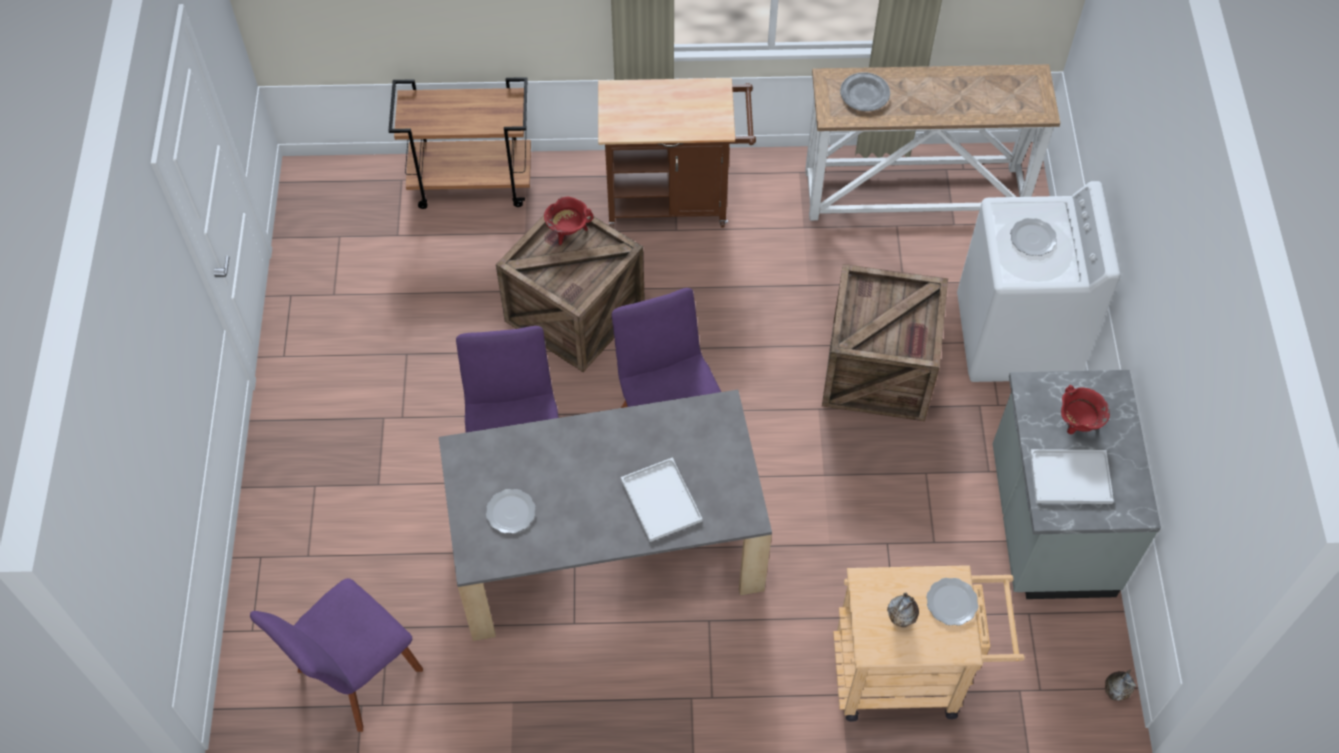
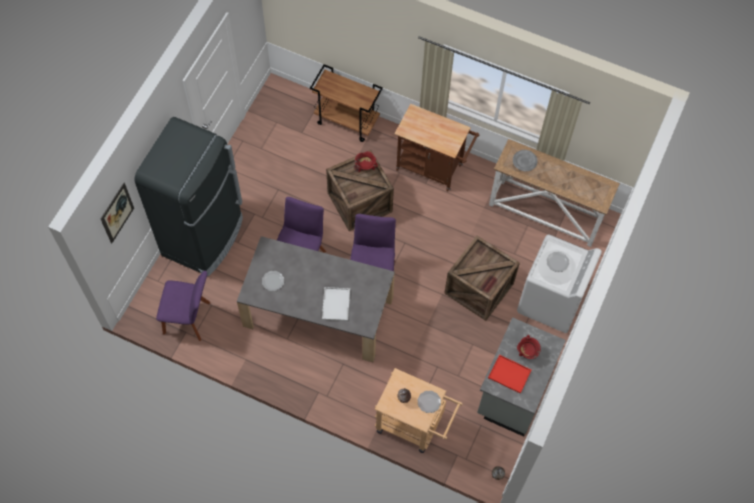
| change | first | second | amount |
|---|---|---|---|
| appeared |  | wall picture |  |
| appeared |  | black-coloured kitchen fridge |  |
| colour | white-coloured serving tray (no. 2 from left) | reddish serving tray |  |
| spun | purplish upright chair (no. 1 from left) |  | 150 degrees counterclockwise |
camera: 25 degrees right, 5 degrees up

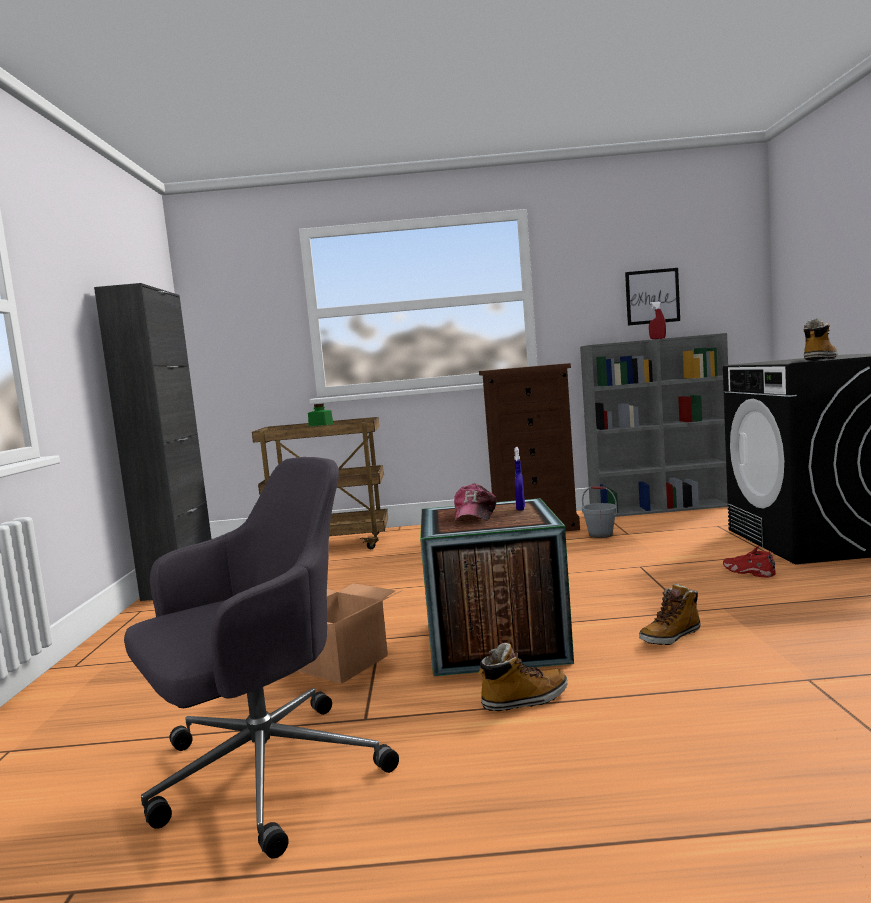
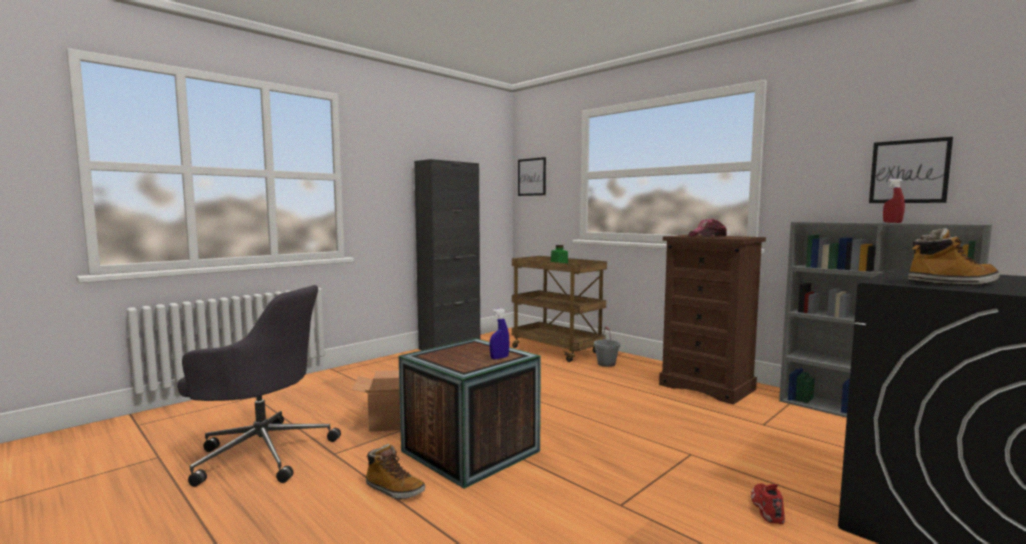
| change | first | second | amount |
|---|---|---|---|
| missing | high-top boot (no. 2 from left) |  |  |
| appeared |  | wall picture (no. 1 from left) |  |
| relocated | baseball cap |  |  |
| relocated | greyish pail |  |  |
camera: 45 degrees right, 0 degrees up

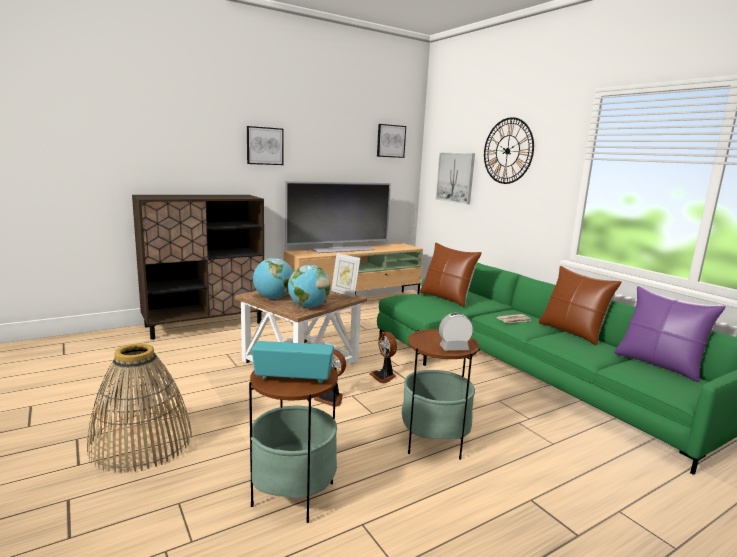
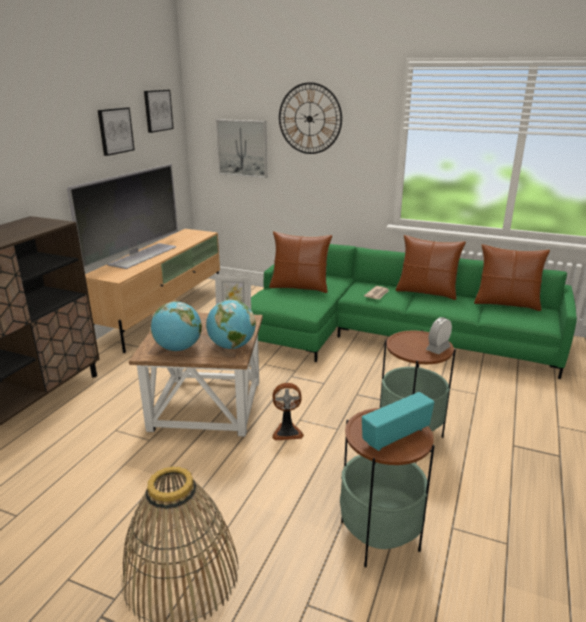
| change | first | second | amount |
|---|---|---|---|
| missing | fan (no. 2 from left) |  |  |
| relocated | wall picture (no. 1 from left) |  |  |
| colour | purplish pillow | brown-coloured pillow (no. 3 from left) |  |
camera: 35 degrees left, 10 degrees up

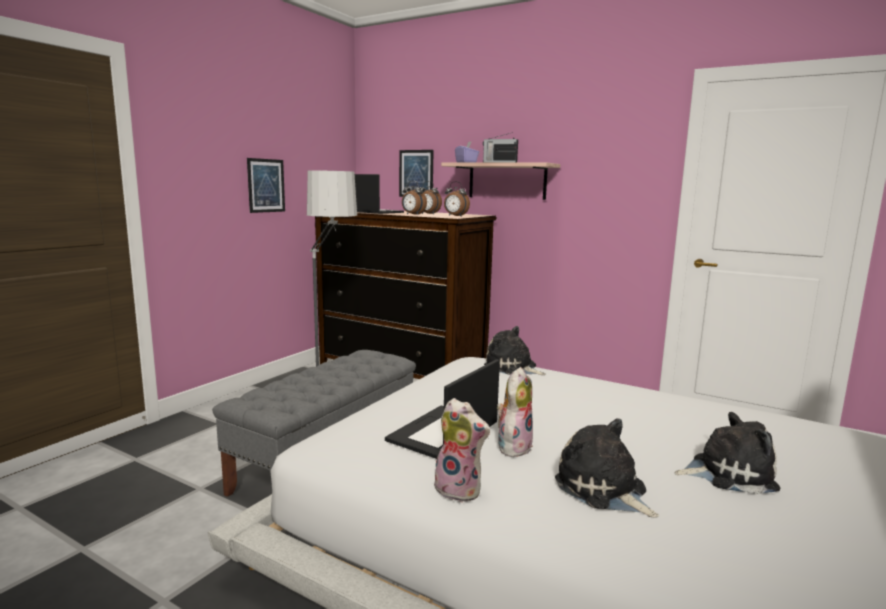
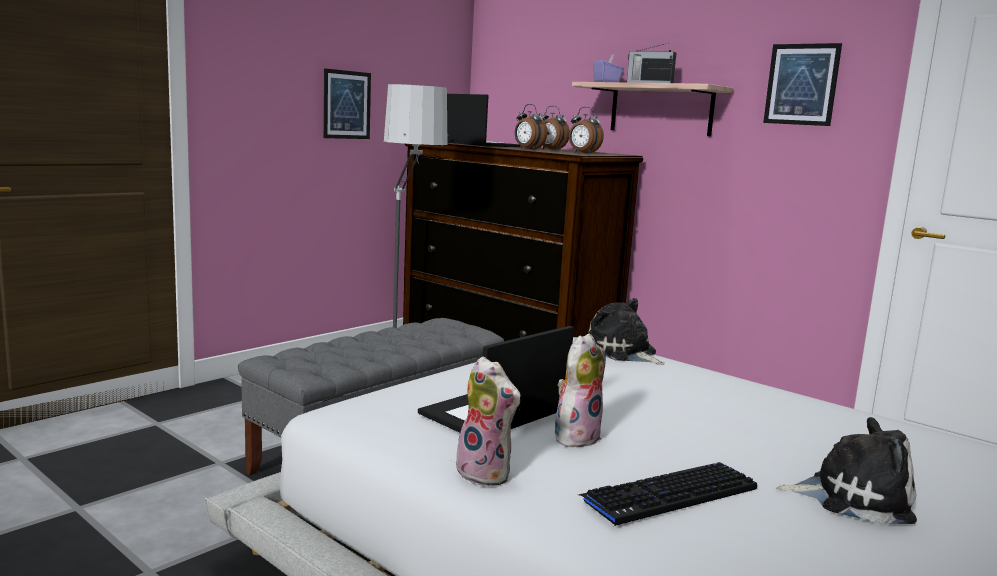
| change | first | second | amount |
|---|---|---|---|
| relocated | wall picture (no. 2 from left) |  |  |
| exchanged | cuddly toy (no. 4 from left) | PC keyboard |  |
camera: 10 degrees right, 0 degrees up

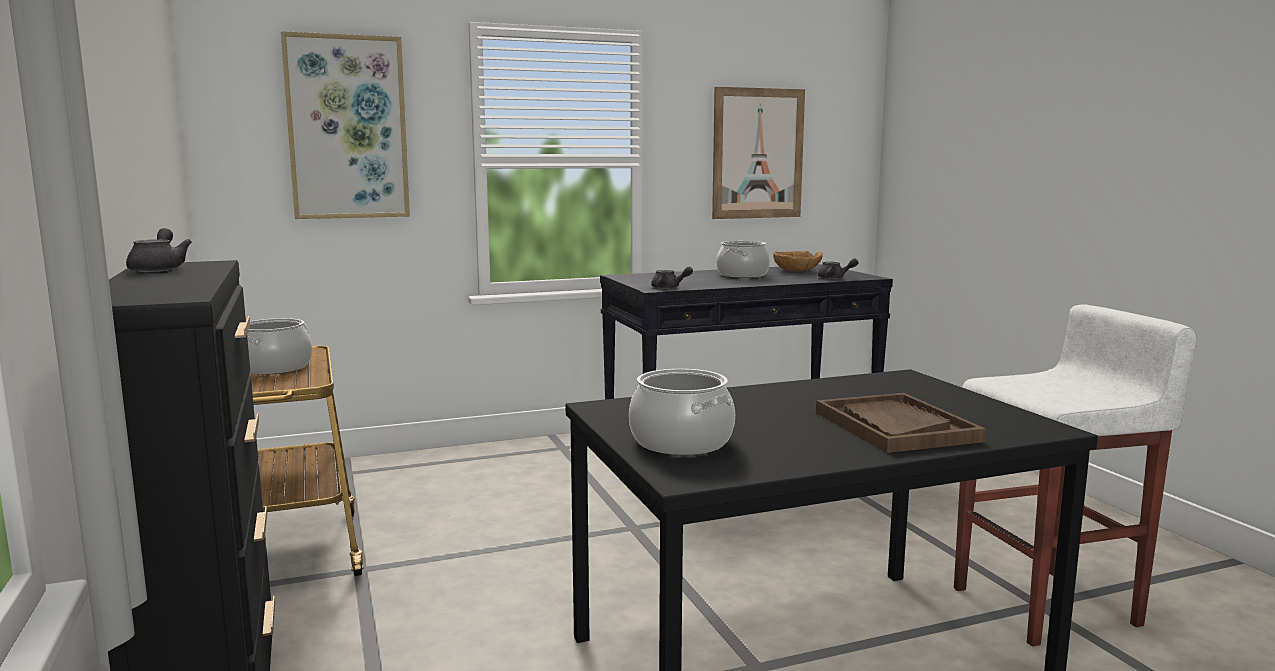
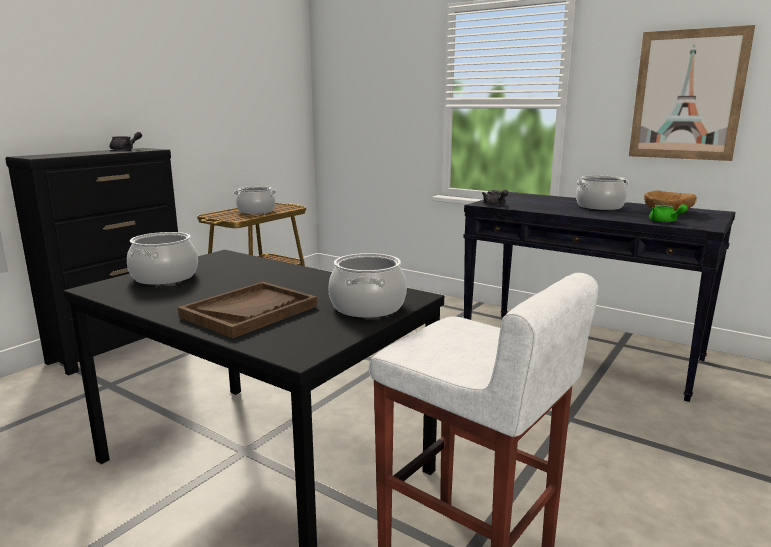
| change | first | second | amount |
|---|---|---|---|
| missing | wall picture (no. 1 from left) |  |  |
| appeared |  | saucepot (no. 3 from left) |  |
| colour | greyish tea pot (no. 3 from left) | green-coloured tea pot |  |
camera: 55 degrees right, 5 degrees up

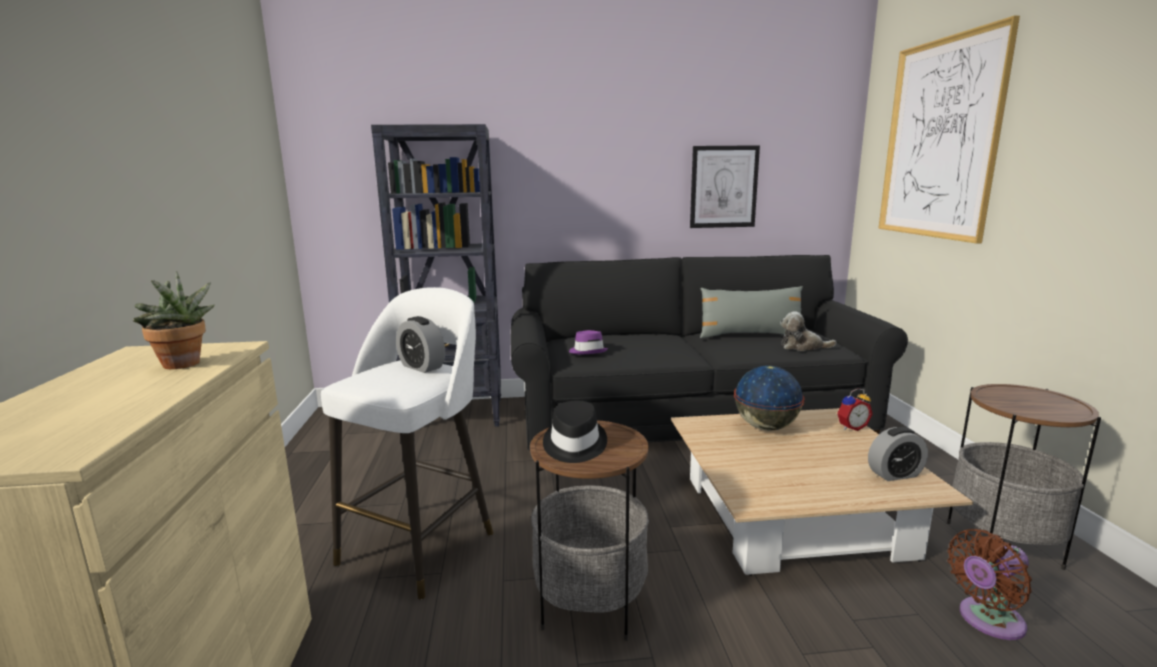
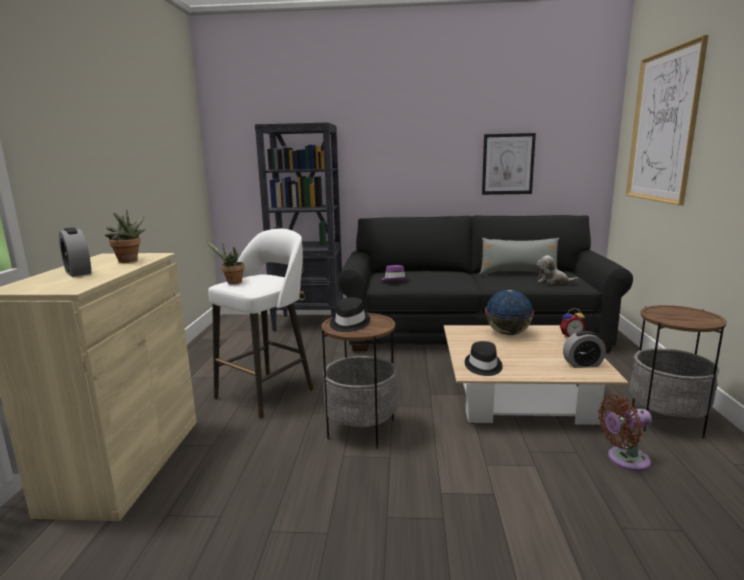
| change | first | second | amount |
|---|---|---|---|
| appeared |  | houseplant (no. 2 from left) |  |
| appeared |  | black-coloured clothing hat (no. 2 from left) |  |
| relocated | alarm clock (no. 1 from left) |  |  |
camera: 10 degrees right, 0 degrees up

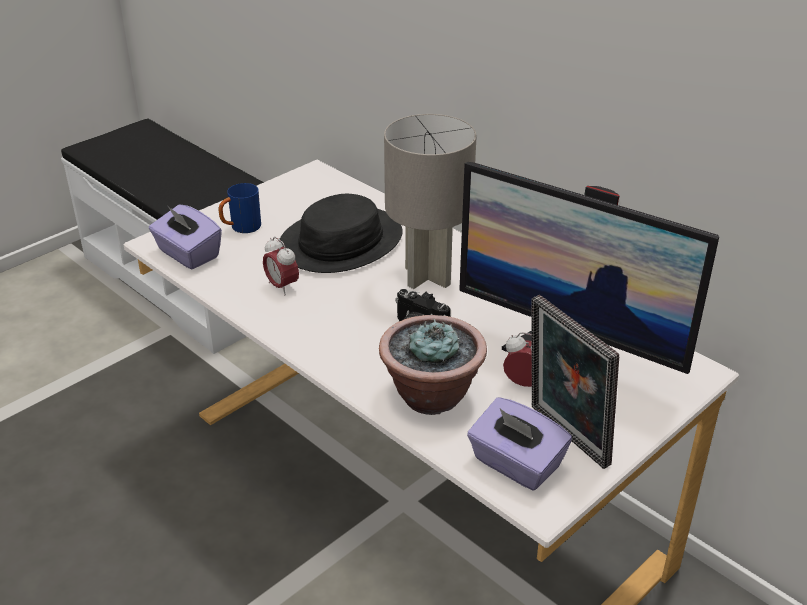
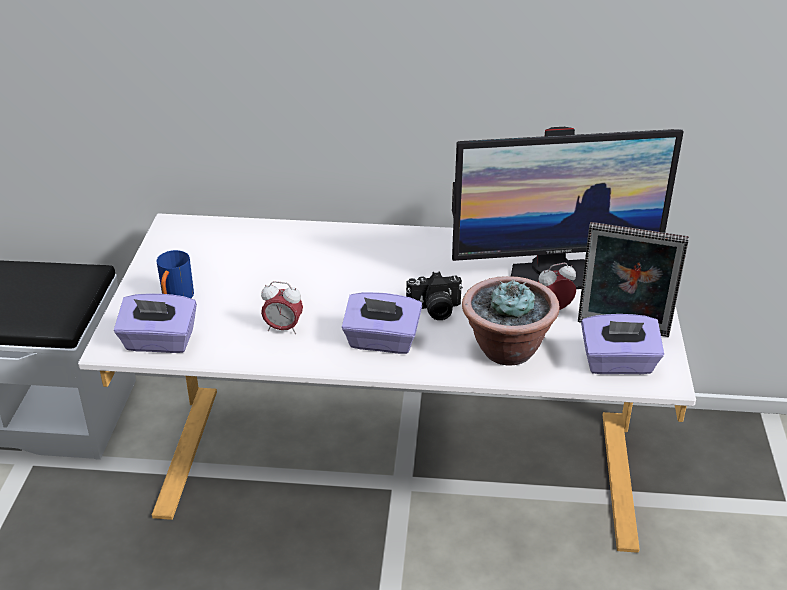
| change | first | second | amount |
|---|---|---|---|
| missing | black-coloured clothing hat |  |  |
| missing | greyish tabletop lamp |  |  |
| appeared |  | purplish box of tissues (no. 2 from left) |  |
camera: 40 degrees left, 0 degrees up

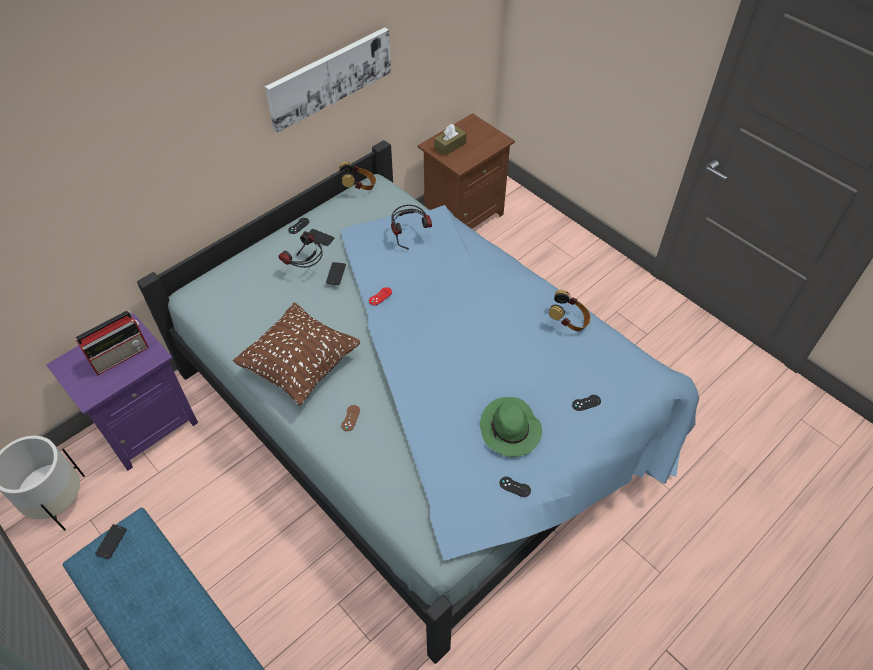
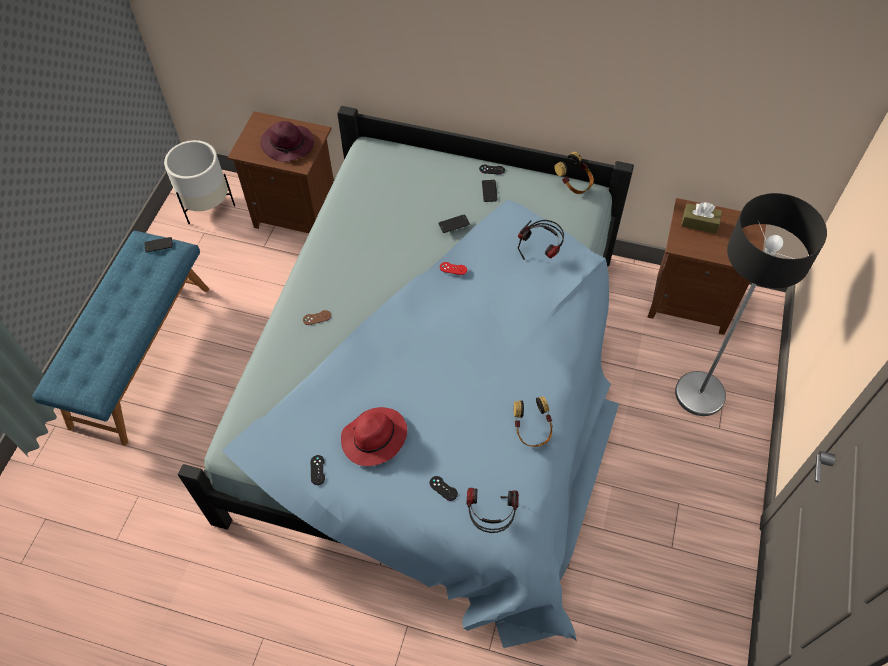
| change | first | second | amount |
|---|---|---|---|
| missing | brown-coloured pillow |  |  |
| missing | wall picture |  |  |
| appeared |  | standing lamp |  |
| relocated | pair of headphones (no. 1 from left) |  |  |
| exchanged | radio | purplish clothing hat |  |
| colour | purplish night table | brown-coloured night table (no. 1 from left) |  |
| colour | green-coloured clothing hat | reddish clothing hat |  |
camera: 60 degrees right, 5 degrees up

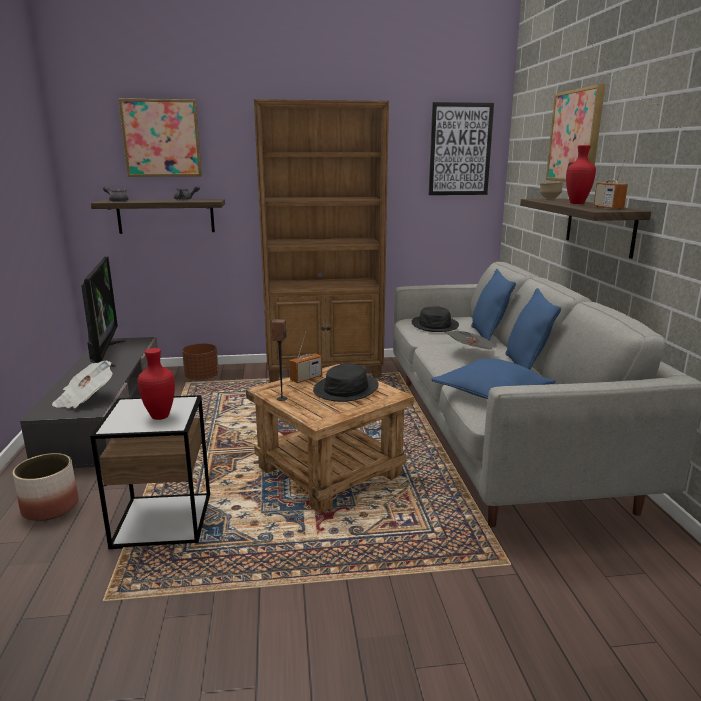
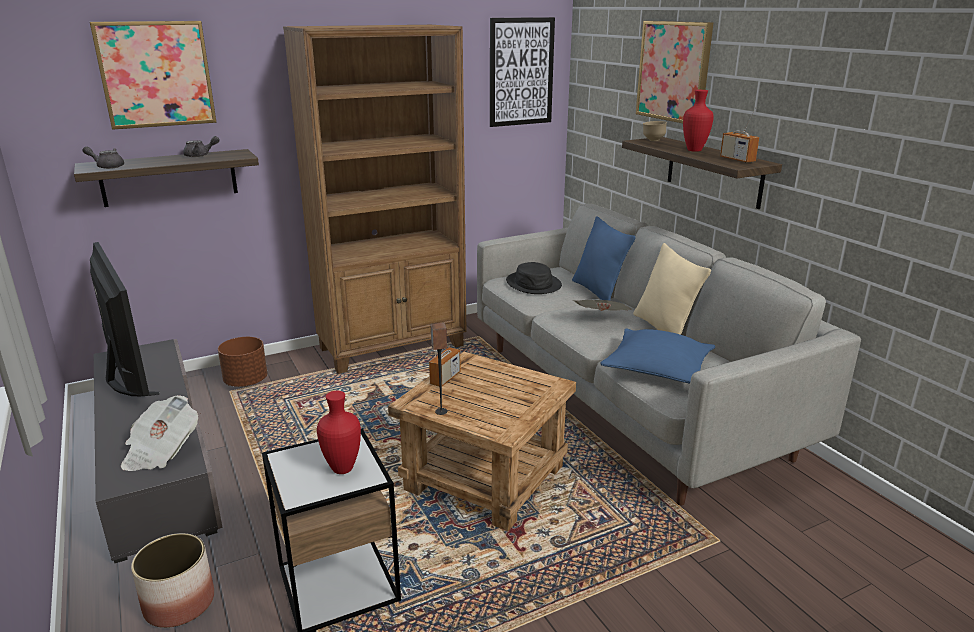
| change | first | second | amount |
|---|---|---|---|
| missing | black-coloured clothing hat (no. 1 from left) |  |  |
| colour | blue-coloured pillow (no. 3 from left) | beige-coloured pillow |  |
camera: 20 degrees left, 5 degrees up

